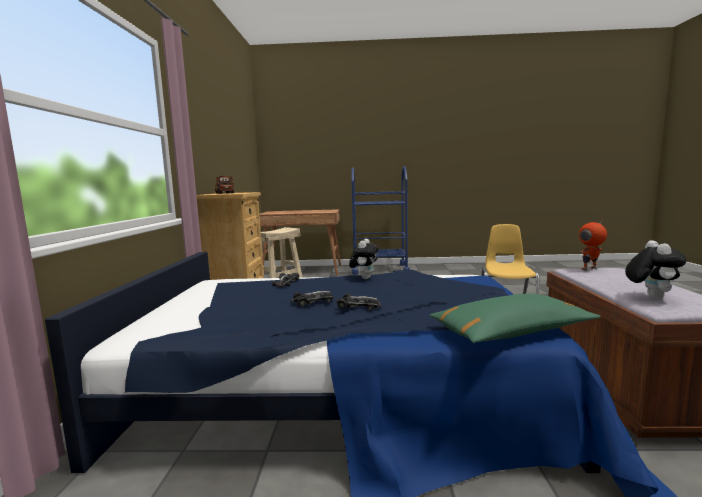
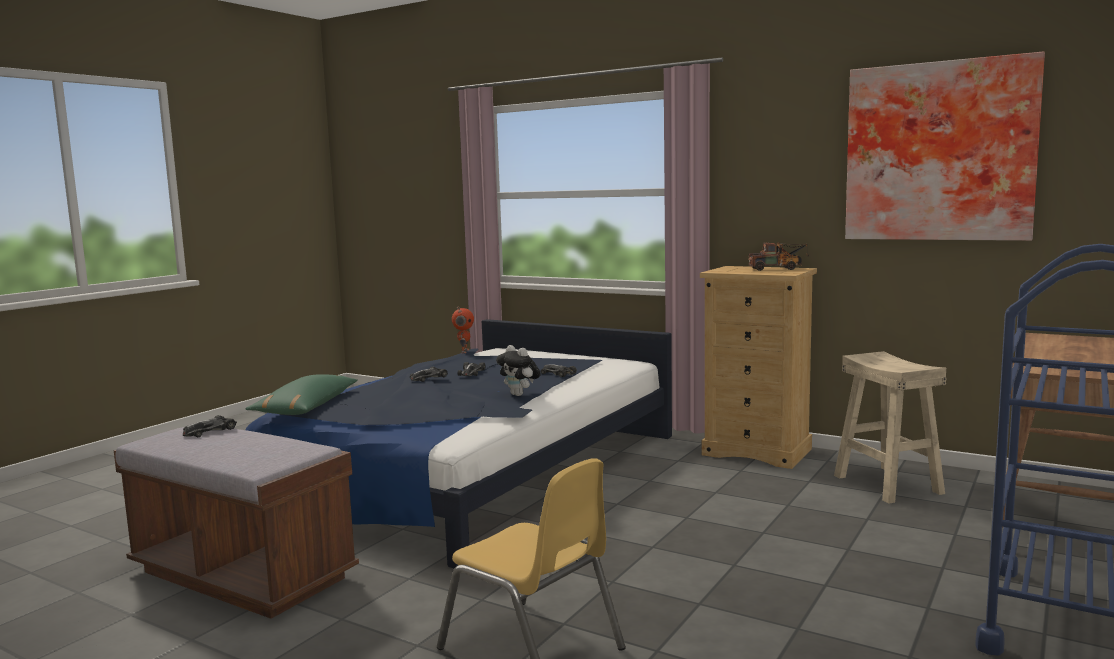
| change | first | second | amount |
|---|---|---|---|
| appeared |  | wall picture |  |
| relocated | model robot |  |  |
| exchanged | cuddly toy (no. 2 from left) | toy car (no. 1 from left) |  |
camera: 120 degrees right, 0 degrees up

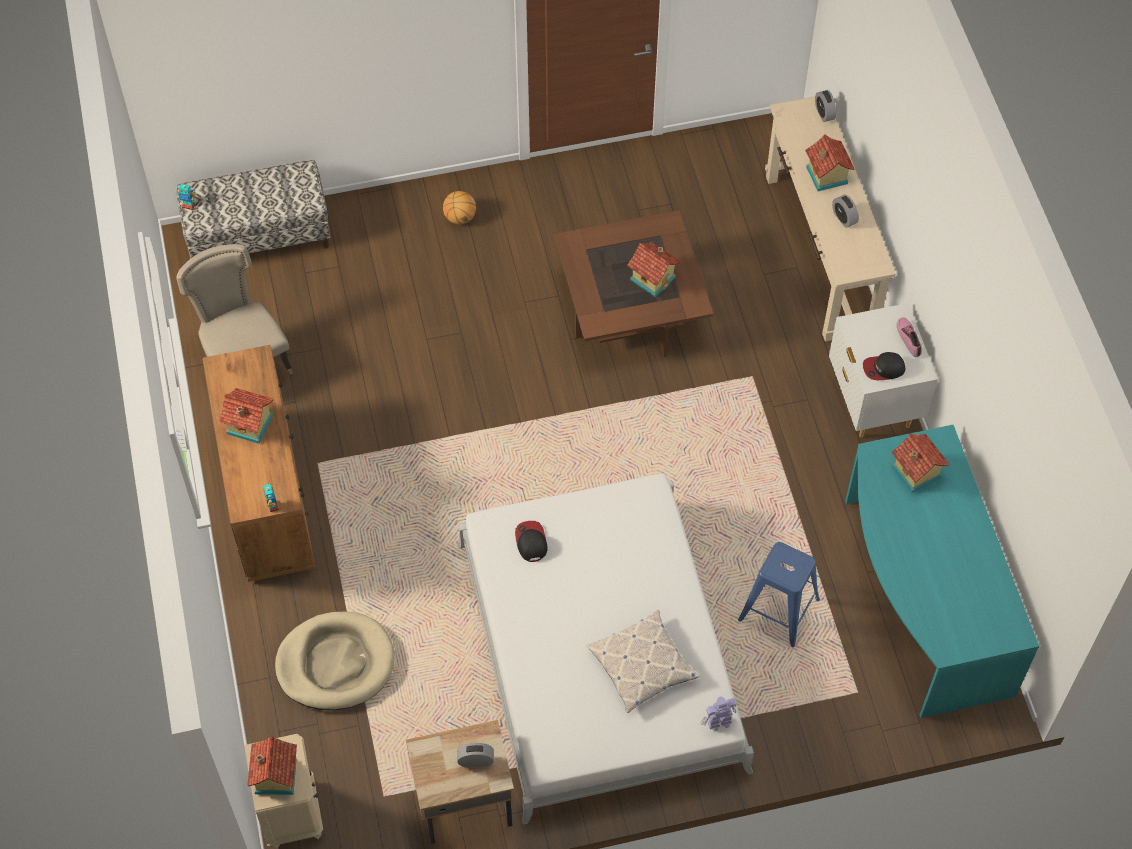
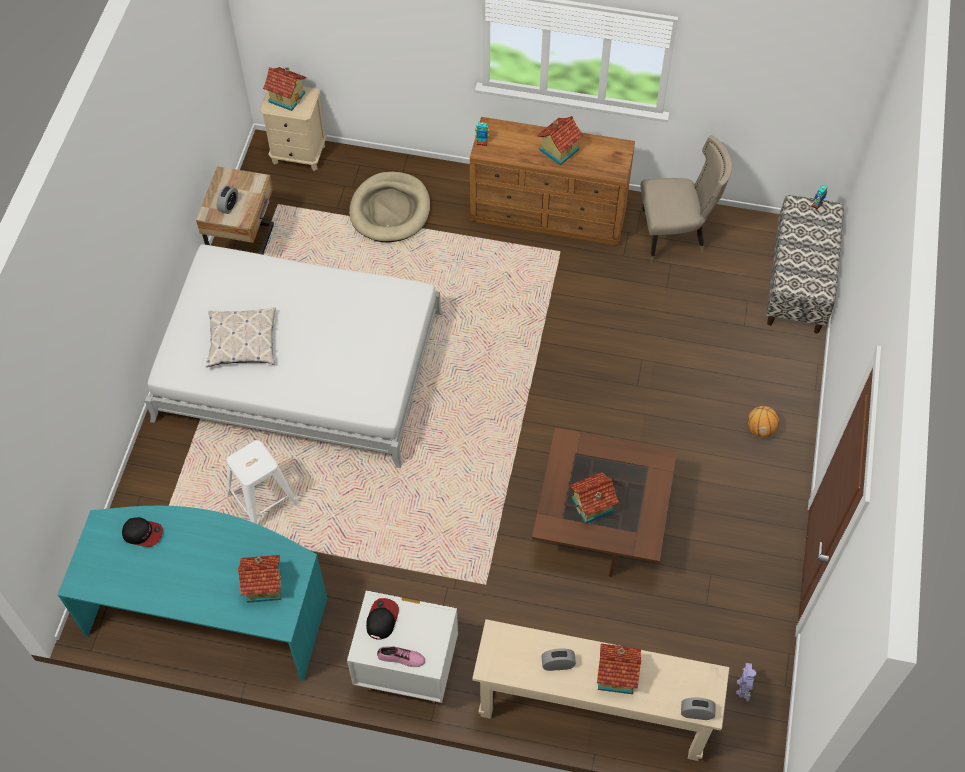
| change | first | second | amount |
|---|---|---|---|
| relocated | baseball cap (no. 1 from left) |  |  |
| relocated | model robot (no. 3 from left in the first image) | model robot (no. 2 from left) |  |
| colour | blue-coloured stool seat | white-coloured stool seat |  |
camera: 115 degrees right, 0 degrees up

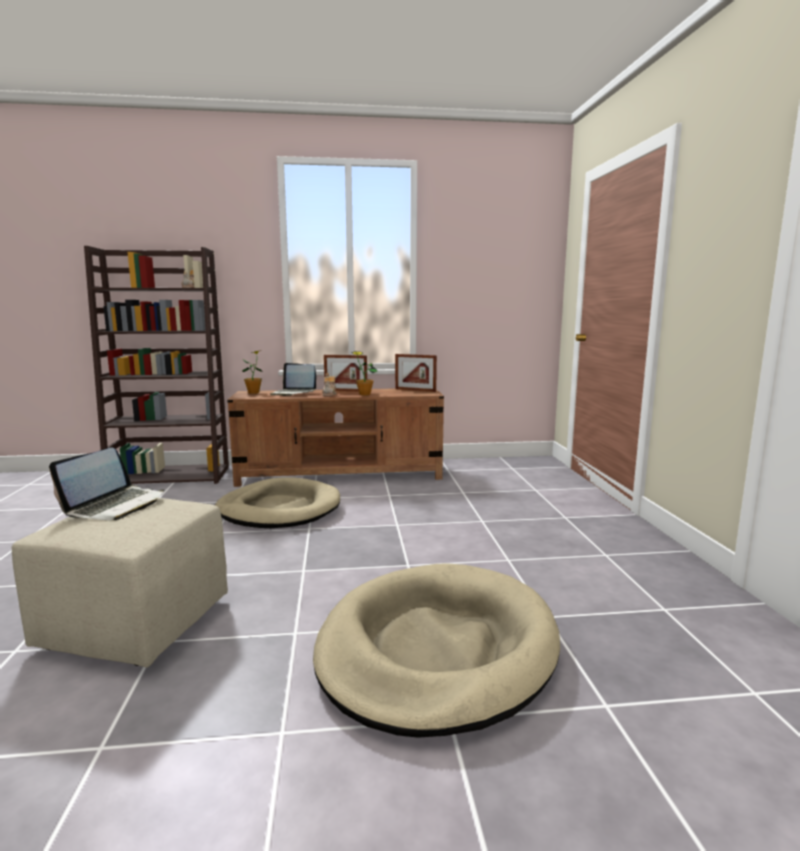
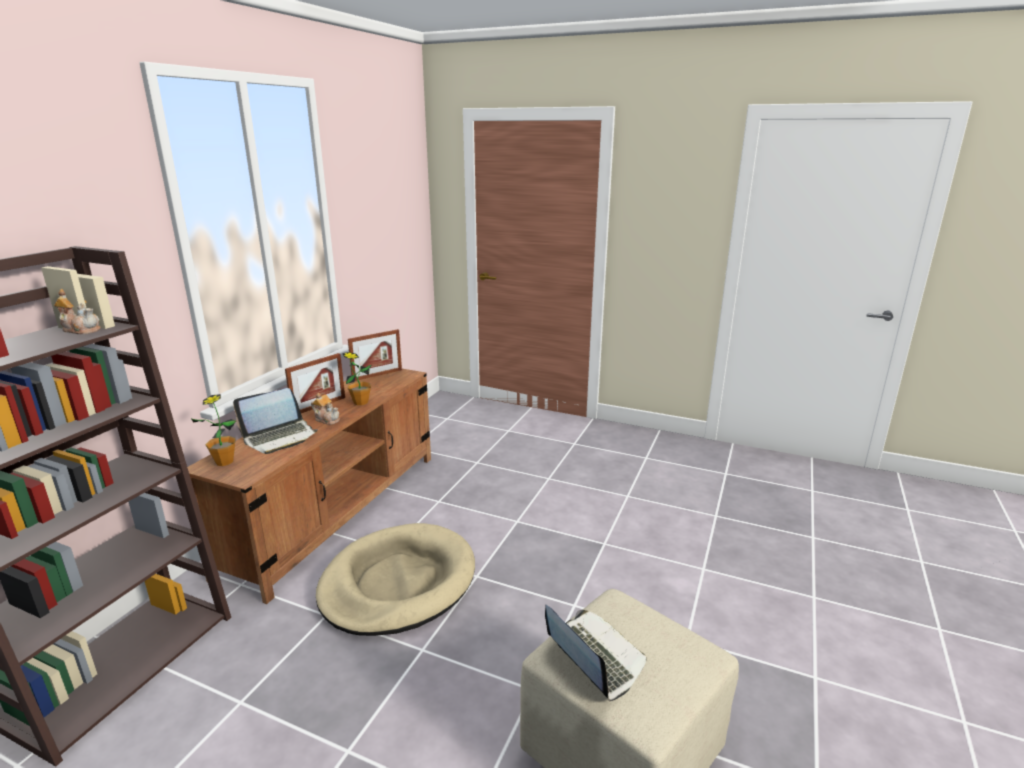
| change | first | second | amount |
|---|---|---|---|
| missing | beige-coloured dog bed (no. 2 from left) |  |  |
camera: 60 degrees left, 10 degrees up

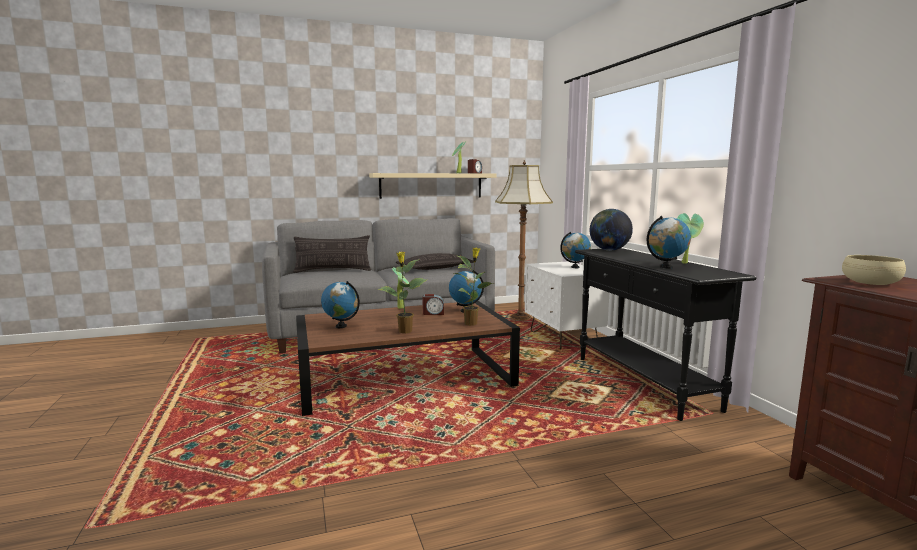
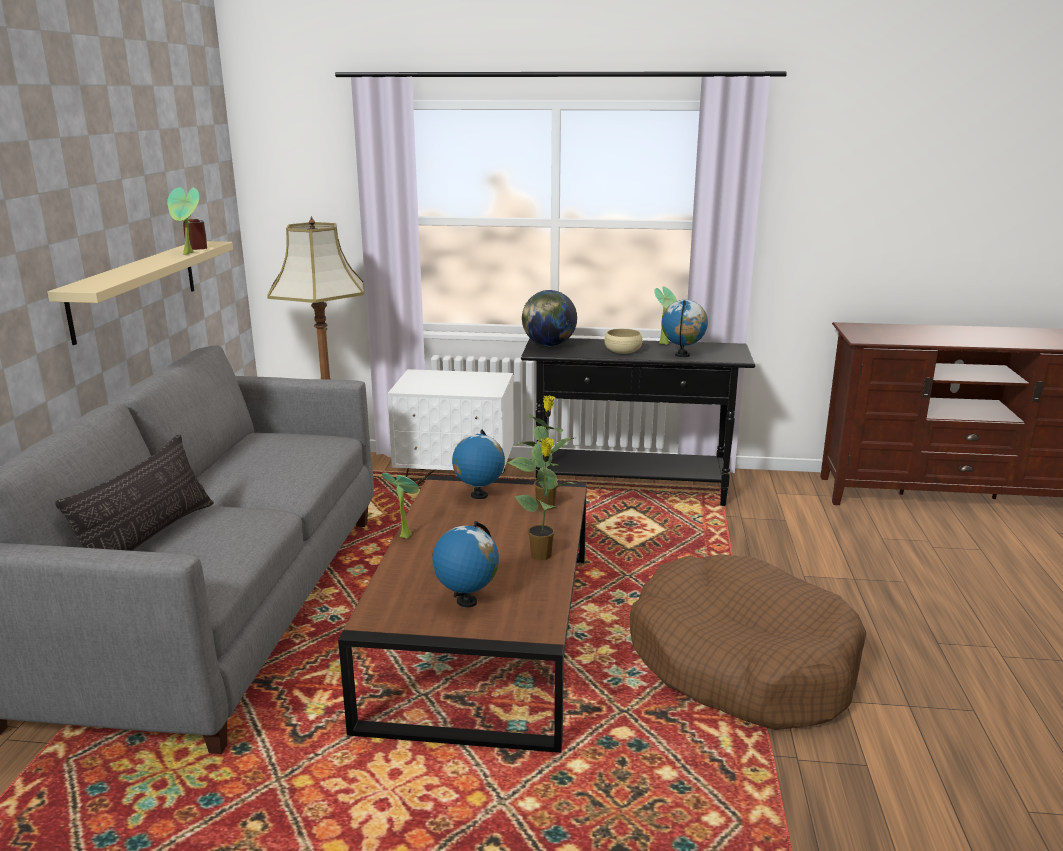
| change | first | second | amount |
|---|---|---|---|
| missing | pillow (no. 2 from left) |  |  |
| missing | alarm clock (no. 1 from left) |  |  |
| missing | world globe (no. 3 from left) |  |  |
| appeared |  | brown-coloured dog bed |  |
| relocated | beige-coloured bowl |  |  |
camera: 65 degrees left, 10 degrees up

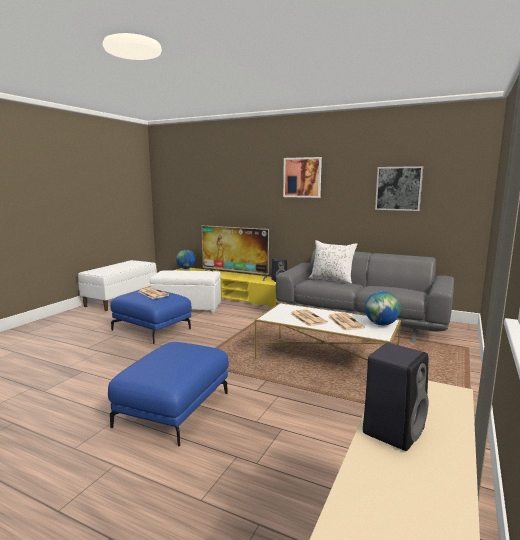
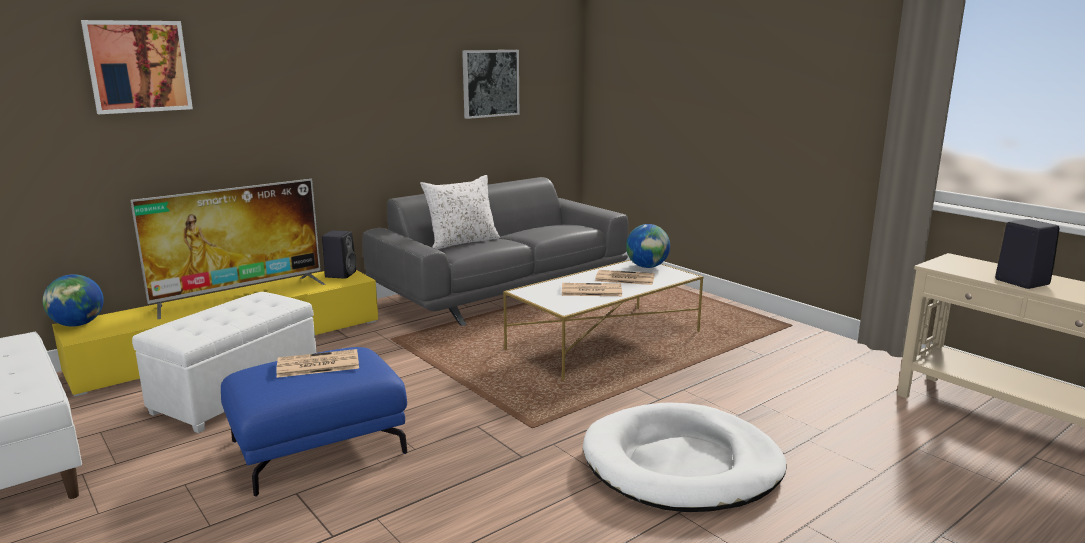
| change | first | second | amount |
|---|---|---|---|
| relocated | wall picture (no. 1 from left) |  |  |
| exchanged | blue-coloured ottoman (no. 2 from left) | white-coloured dog bed |  |
camera: 65 degrees left, 5 degrees up

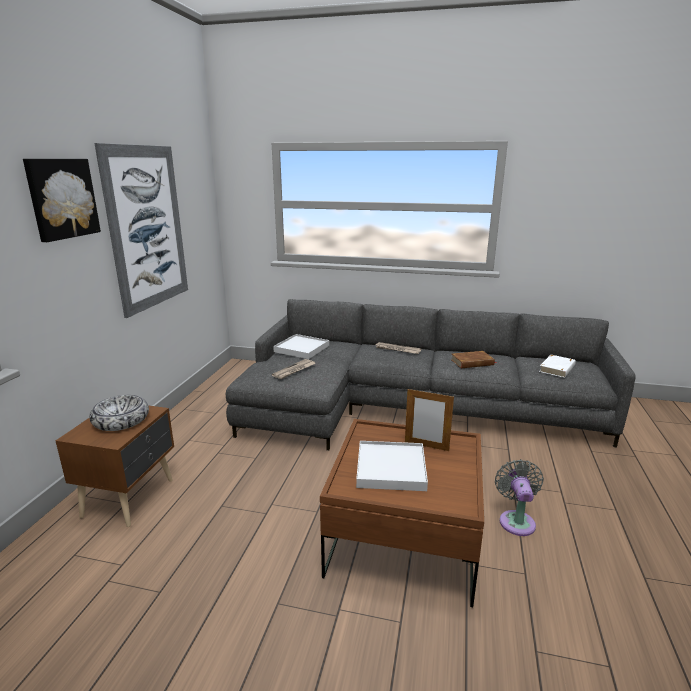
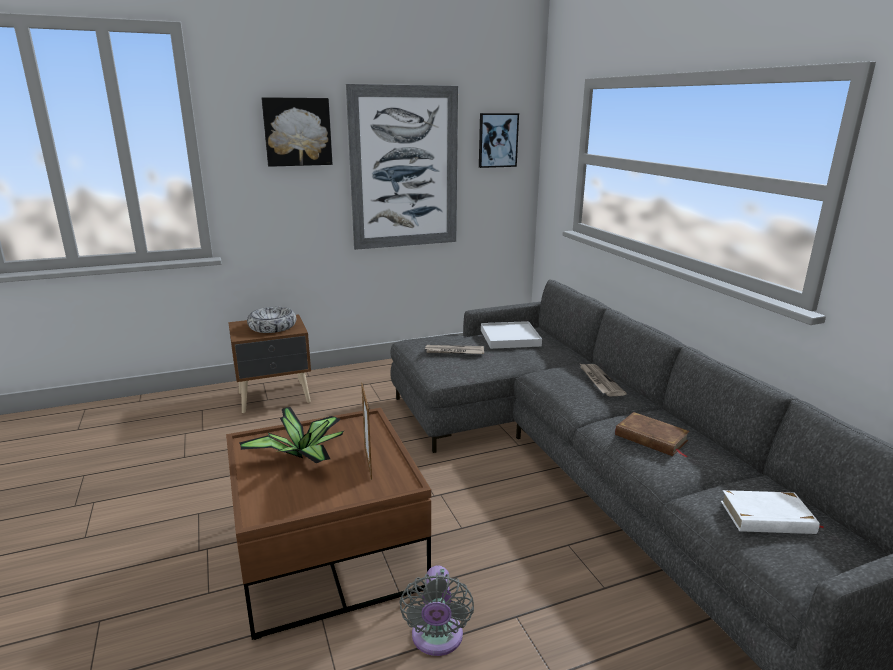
| change | first | second | amount |
|---|---|---|---|
| appeared |  | wall picture (no. 3 from left) |  |
| exchanged | white-coloured serving tray (no. 2 from left) | houseplant |  |
| spun | greyish fan |  | 120 degrees clockwise |
camera: 55 degrees right, 0 degrees up

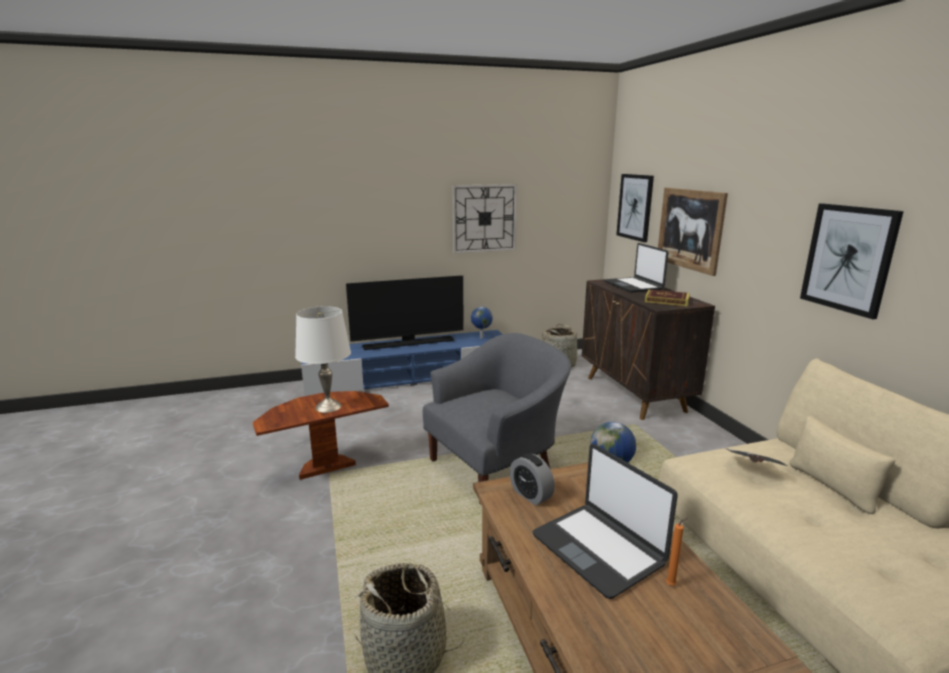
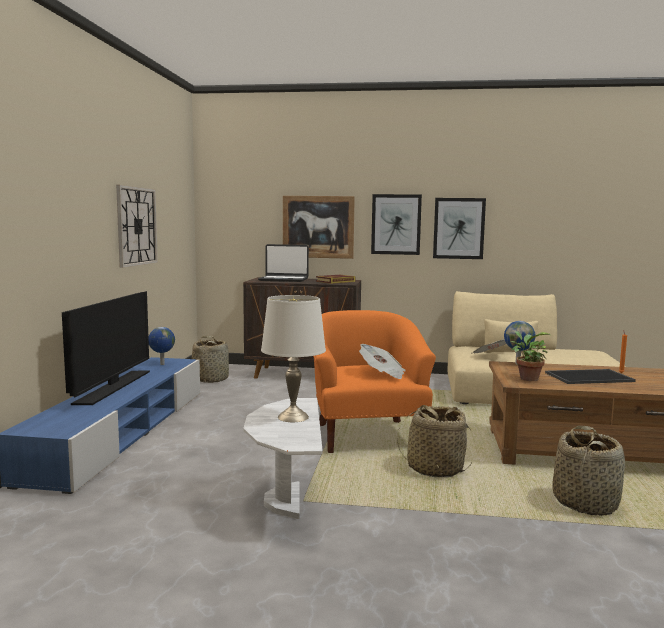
| change | first | second | amount |
|---|---|---|---|
| appeared |  | newspaper (no. 1 from left) |  |
| appeared |  | storage basket (no. 2 from left) |  |
| relocated | wall picture (no. 1 from left in the first image) | wall picture (no. 2 from left) |  |
| exchanged | alarm clock | houseplant |  |
| exchanged | portable computer (no. 1 from left) | serving tray |  |
| colour | brown-coloured accent table | white-coloured accent table |  |
| colour | greyish lounge chair | orangey lounge chair |  |
camera: 65 degrees left, 10 degrees down

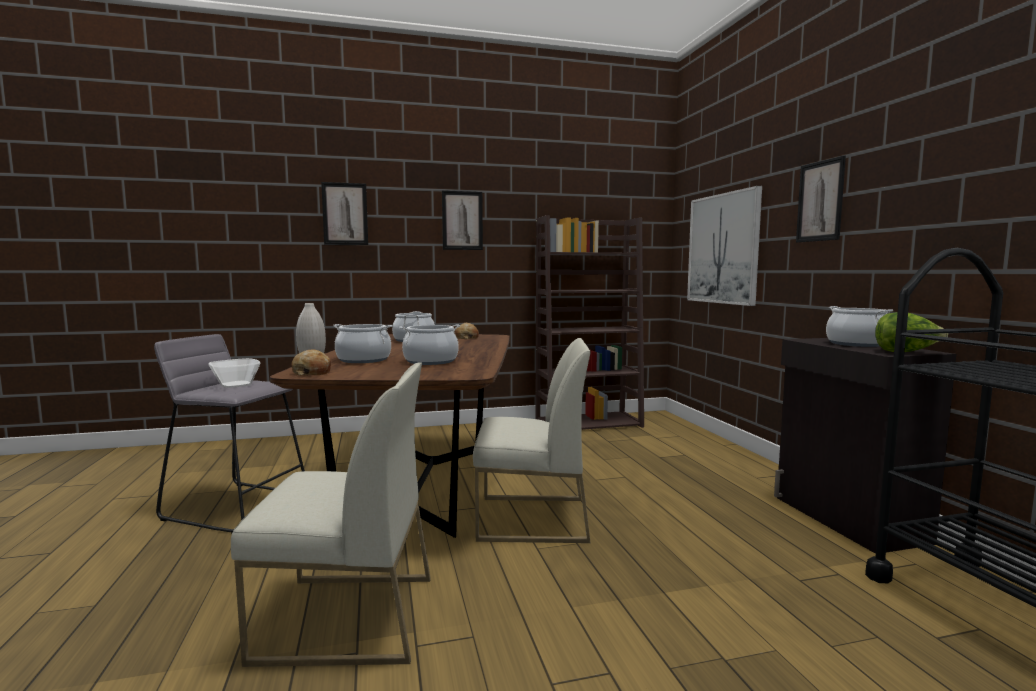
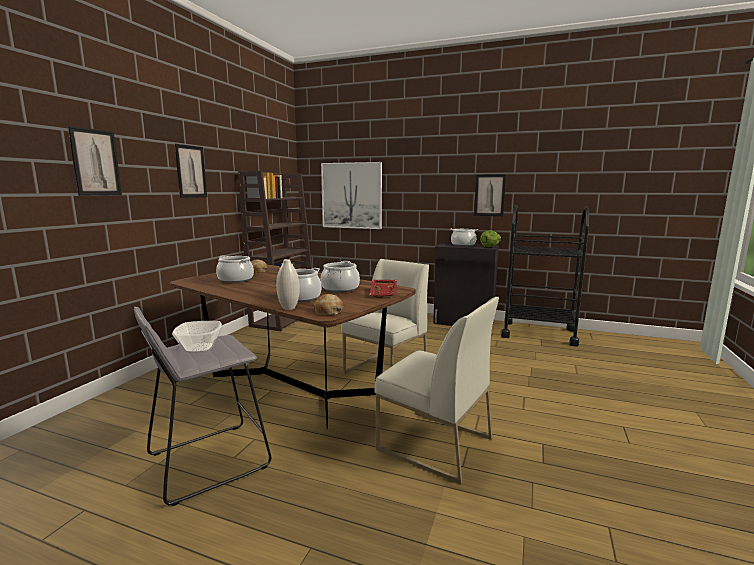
| change | first | second | amount |
|---|---|---|---|
| appeared |  | reddish serving tray |  |
| relocated | wall picture (no. 4 from left) |  |  |
| spun | white-coloured upright chair (no. 1 from left in the first image) | white-coloured upright chair (no. 2 from left) | 90 degrees clockwise |
camera: 55 degrees left, 5 degrees up

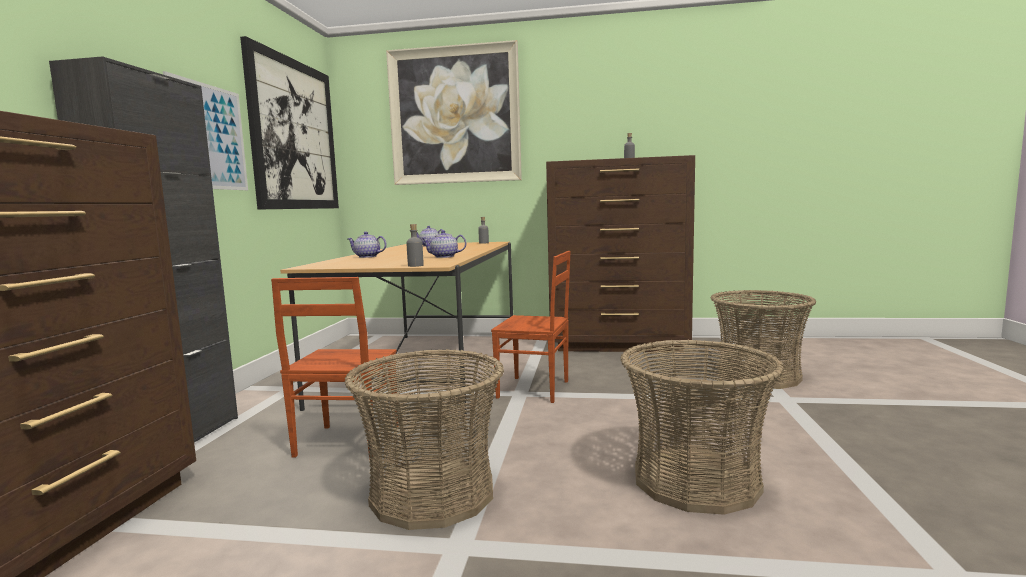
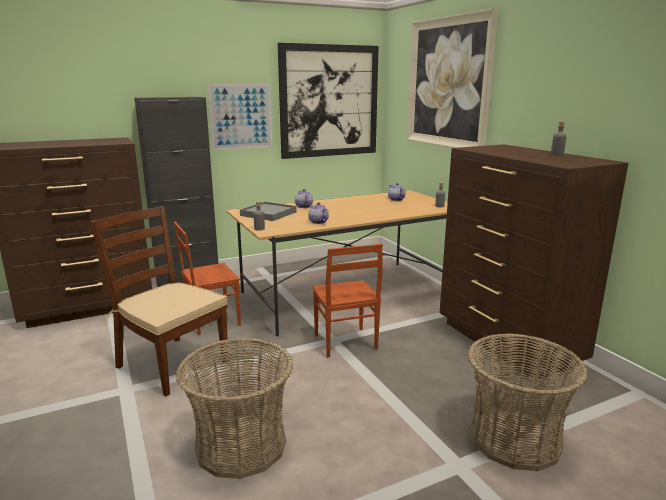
| change | first | second | amount |
|---|---|---|---|
| appeared |  | greyish serving tray |  |
| exchanged | storage basket (no. 1 from left) | brown-coloured upright chair (no. 1 from left) |  |
camera: 55 degrees right, 10 degrees up

